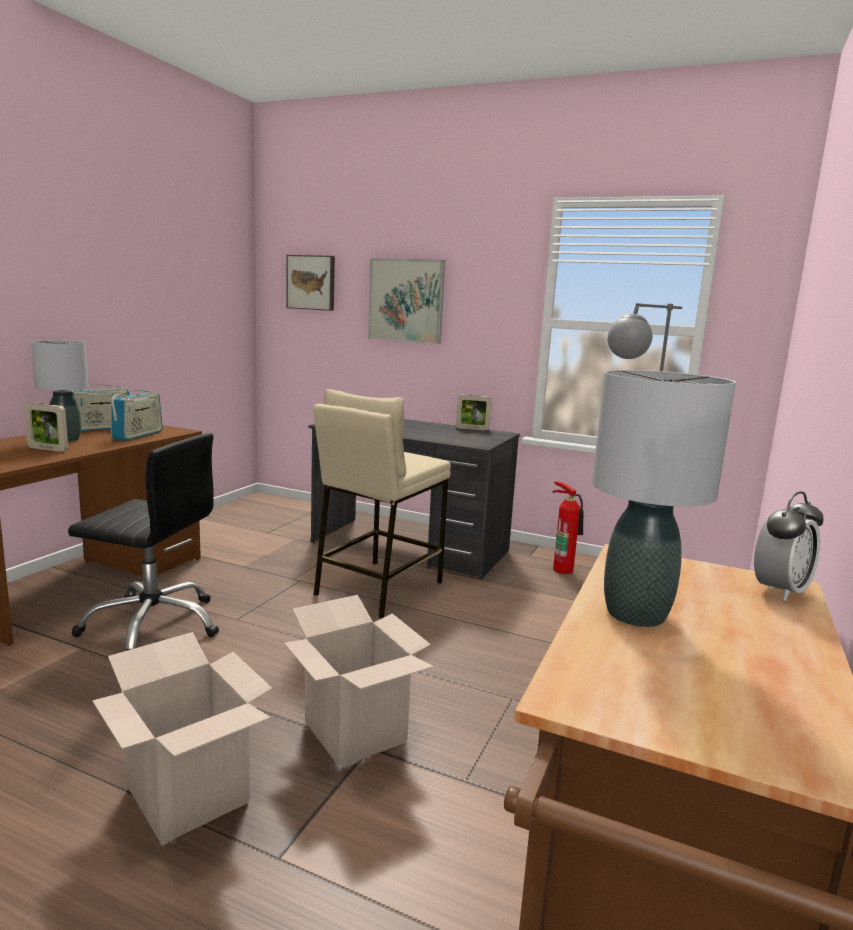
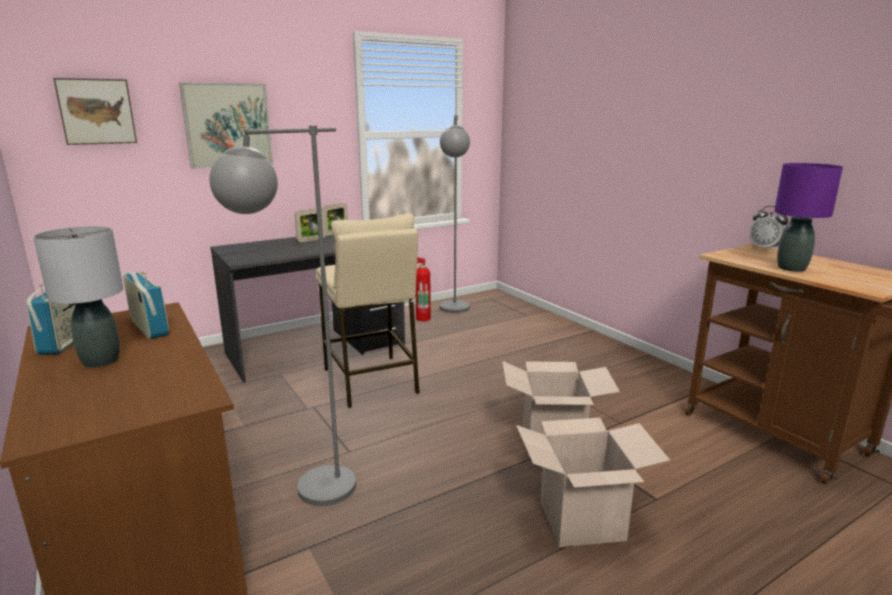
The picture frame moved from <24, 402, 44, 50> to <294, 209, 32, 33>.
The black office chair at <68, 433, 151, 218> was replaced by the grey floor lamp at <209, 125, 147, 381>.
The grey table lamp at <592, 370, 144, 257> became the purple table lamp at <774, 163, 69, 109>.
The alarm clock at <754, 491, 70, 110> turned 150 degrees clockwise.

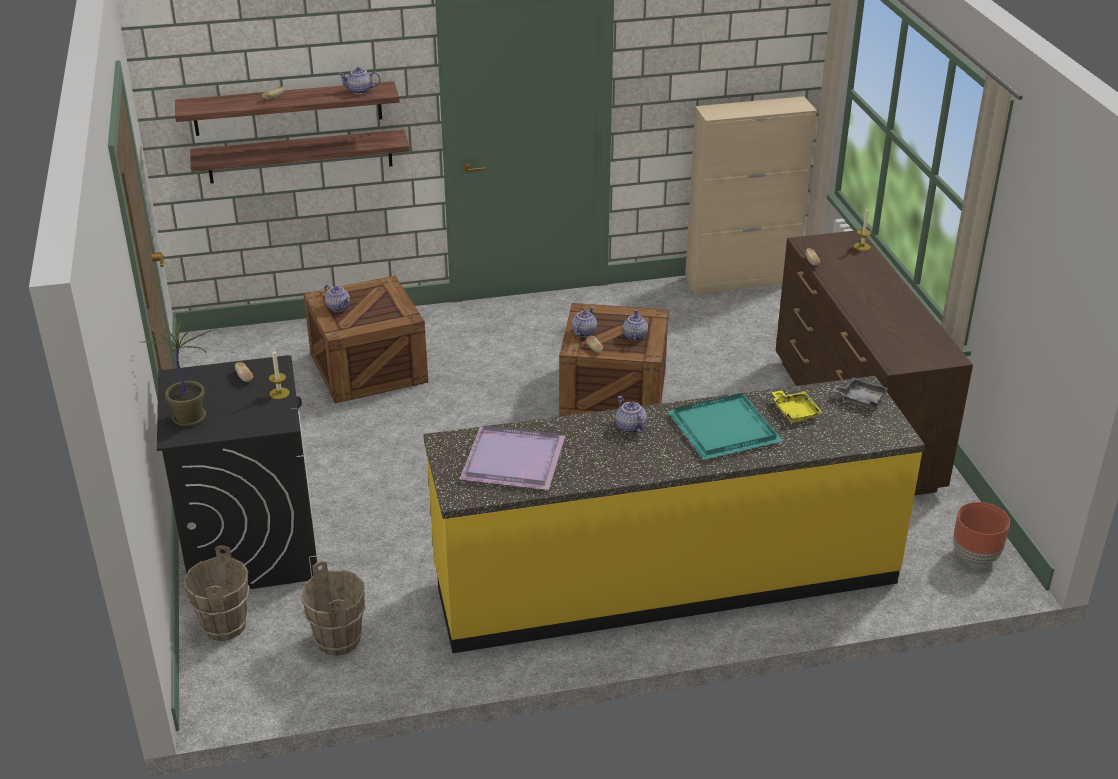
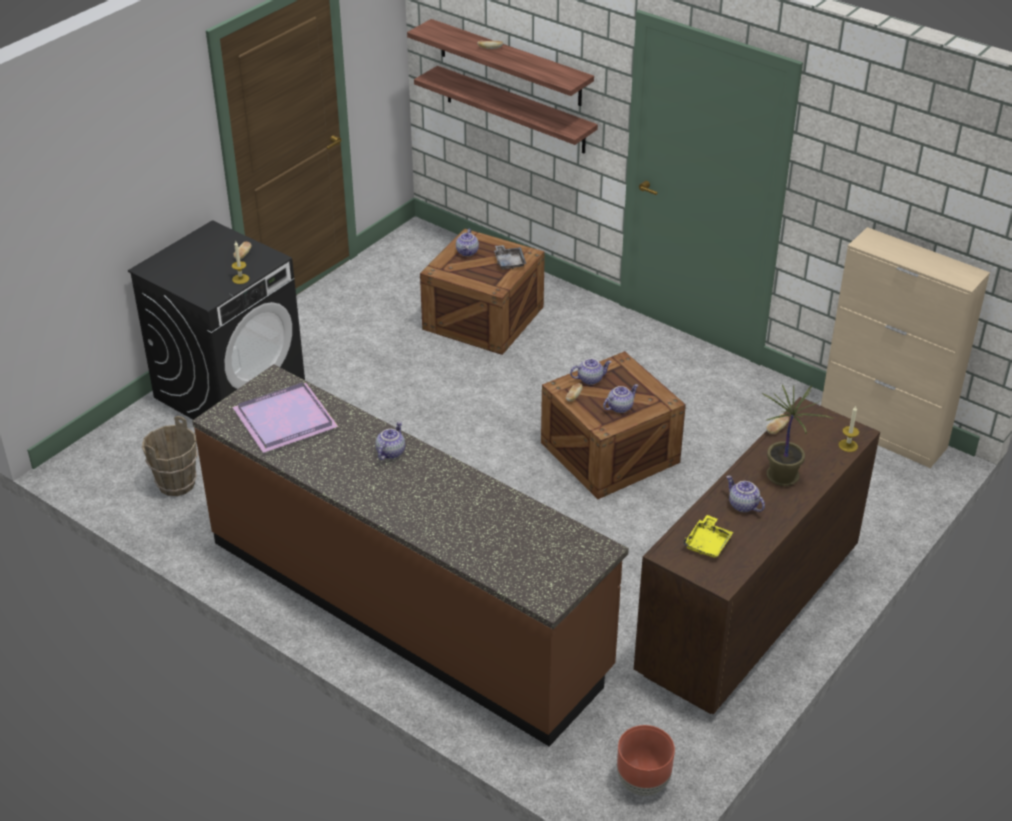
The potted plant moved from <139, 315, 79, 112> to <762, 384, 72, 102>.
The brown bucket at <184, 545, 66, 96> disappeared.
The teapot moved from <338, 67, 42, 27> to <726, 475, 39, 37>.
The yellow counter at <424, 376, 501, 277> became the brown counter at <192, 364, 437, 383>.
The turquoise tray at <667, 393, 116, 67> disappeared.
The yellow tray moved from <771, 390, 52, 33> to <683, 515, 50, 43>.
The grey tray moved from <832, 377, 56, 32> to <494, 245, 32, 25>.

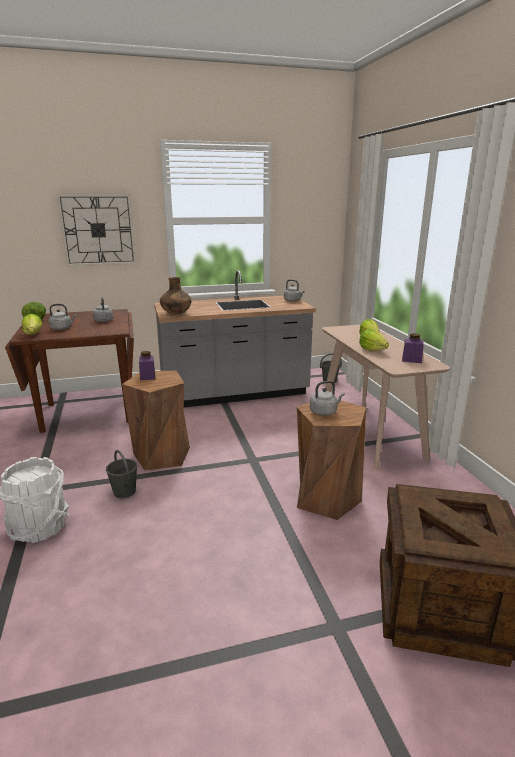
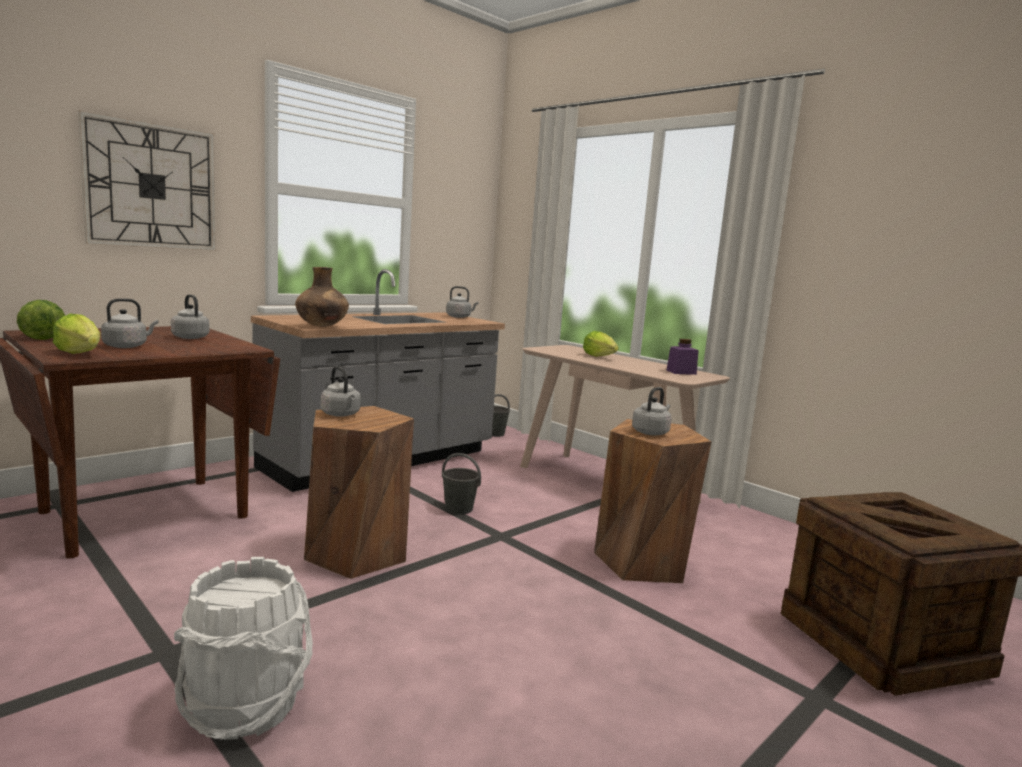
The grey bucket moved from <106, 450, 32, 48> to <442, 453, 39, 61>.
The purple jar at <139, 351, 16, 29> was replaced by the grey kettle at <321, 366, 40, 51>.
The lettuce at <359, 329, 30, 22> disappeared.

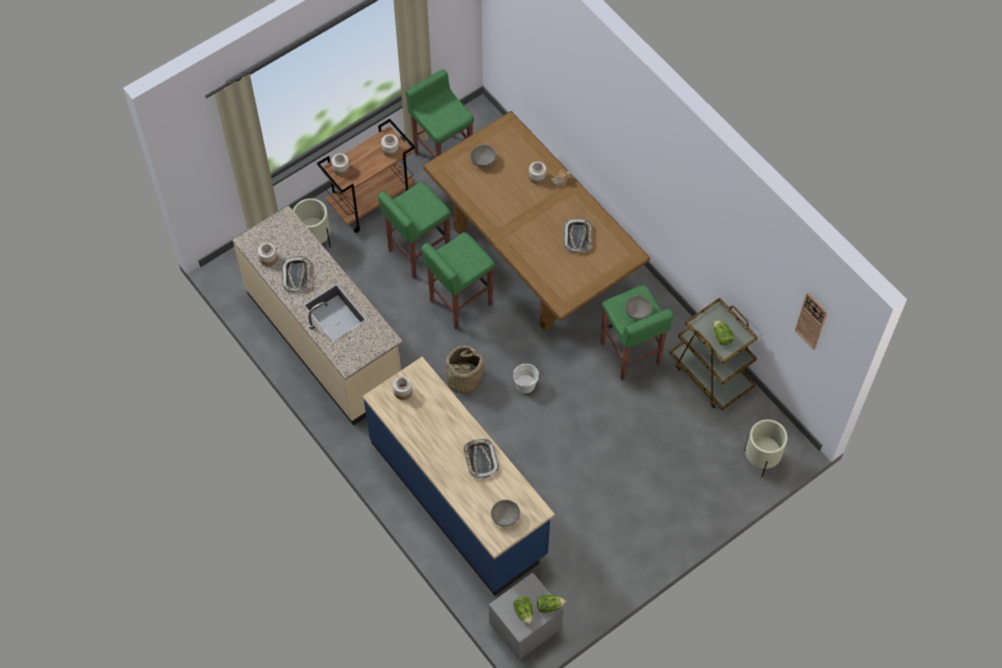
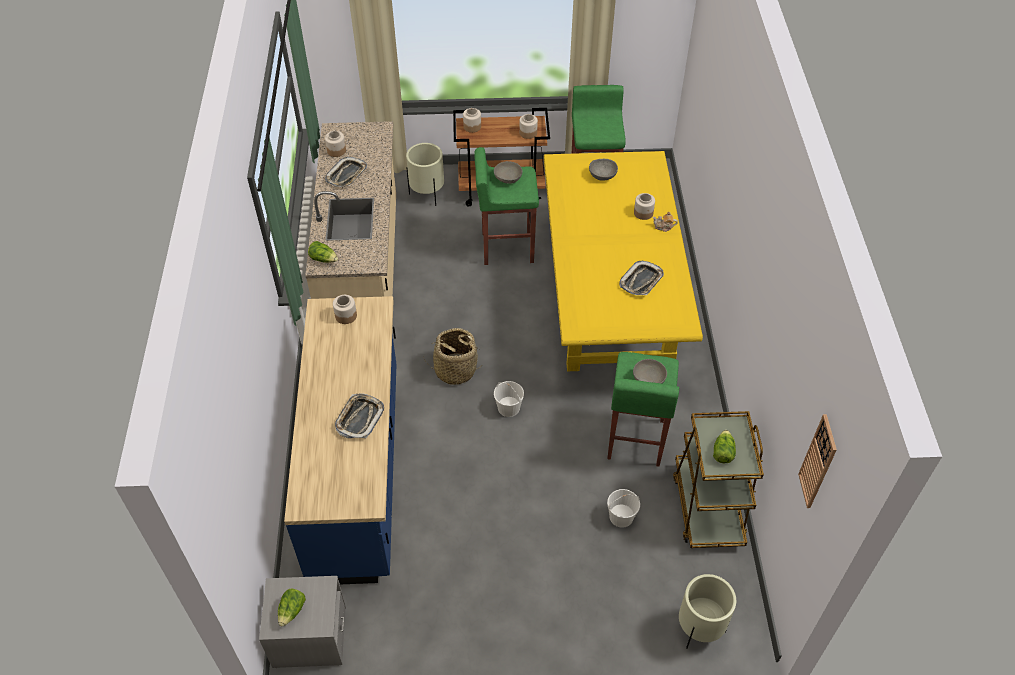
The green stool at <421, 232, 74, 97> disappeared.
The brown dining table at <423, 111, 227, 220> became the yellow dining table at <544, 151, 159, 220>.
The grey bowl moved from <491, 500, 29, 26> to <494, 161, 29, 23>.
The lettuce moved from <537, 595, 29, 18> to <308, 241, 30, 22>.
The white bucket at <607, 489, 33, 39> appeared.

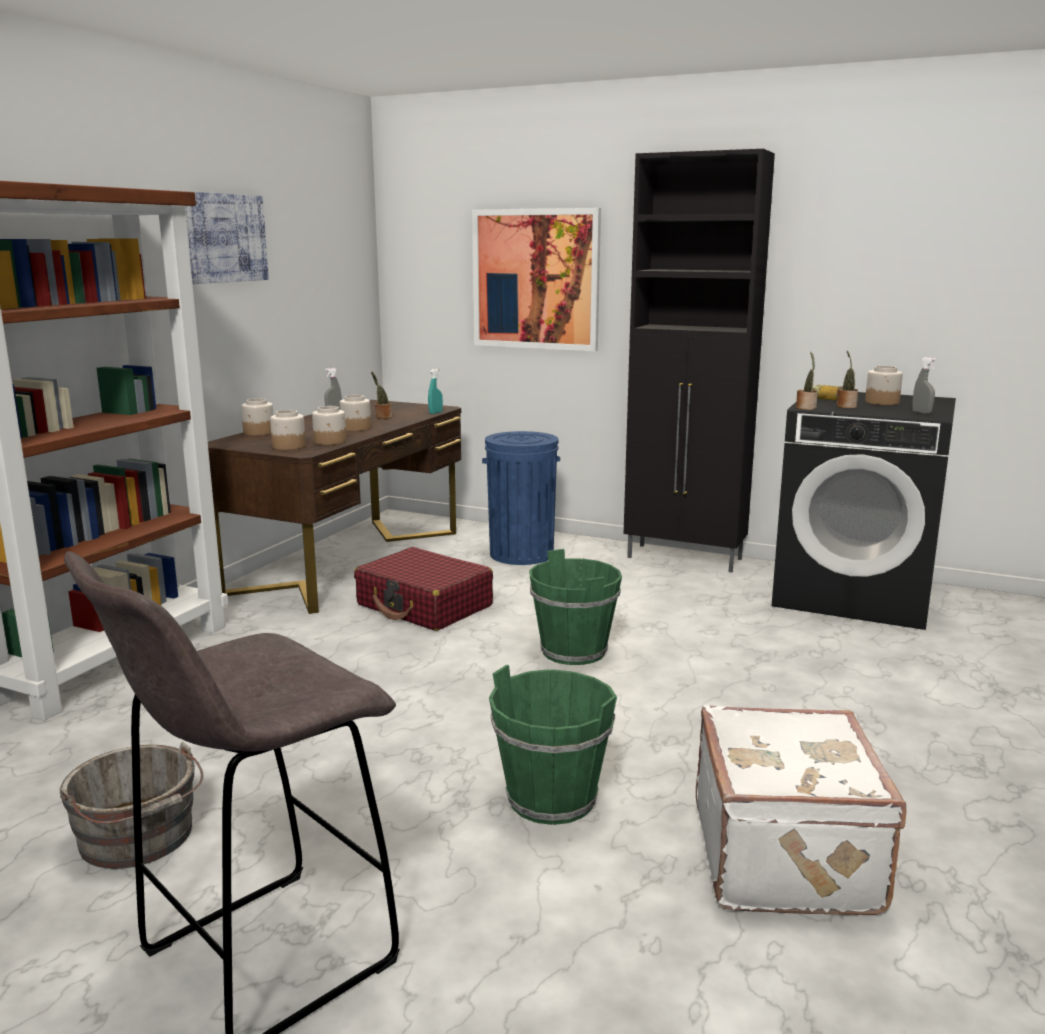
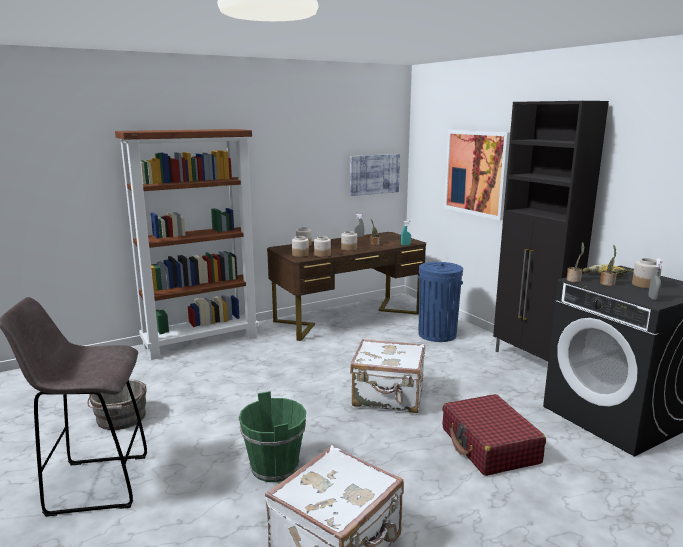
The picture moved from <184, 191, 85, 93> to <350, 154, 50, 42>.
The red suitcase moved from <354, 547, 139, 84> to <443, 394, 103, 82>.
The green bucket at <529, 549, 93, 116> was replaced by the white suitcase at <350, 339, 75, 74>.

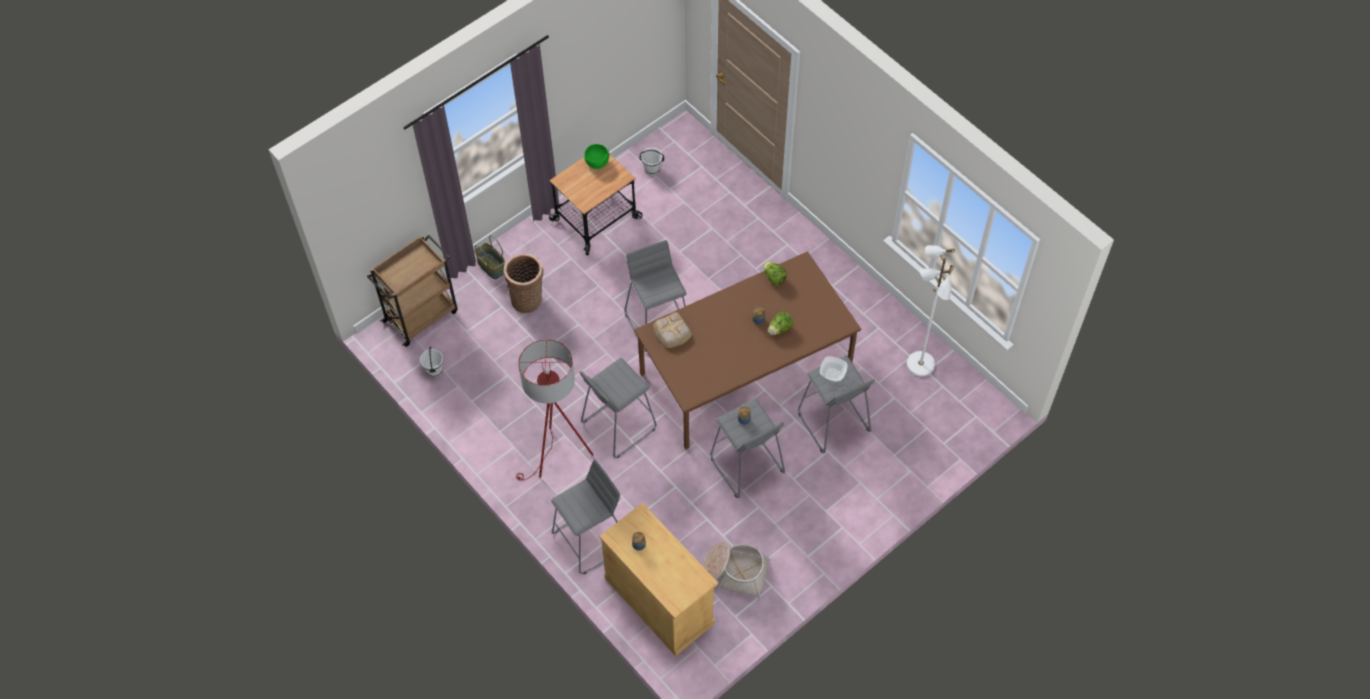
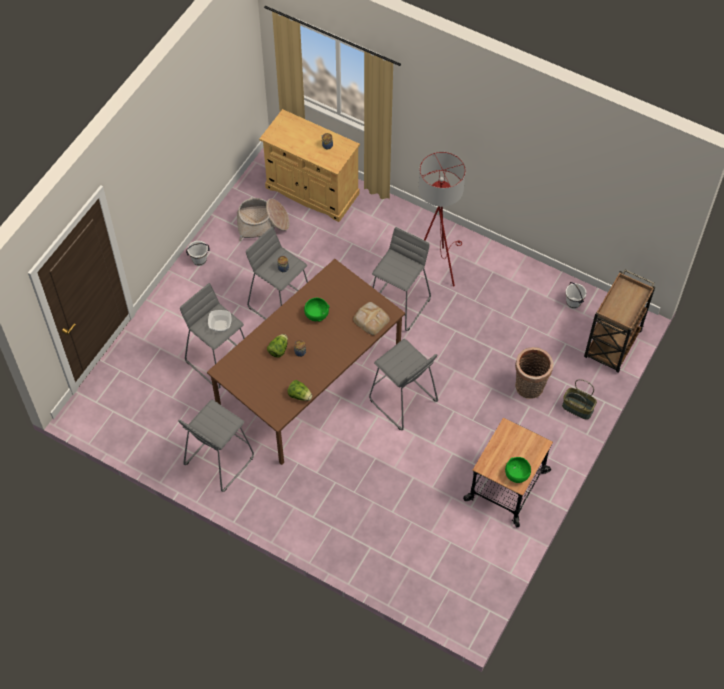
The grey stool moved from <551, 459, 69, 115> to <178, 400, 76, 92>.
The white bucket moved from <640, 148, 24, 27> to <186, 241, 24, 25>.
The white floor lamp at <907, 245, 48, 132> disappeared.
The green bowl at <304, 298, 26, 23> appeared.

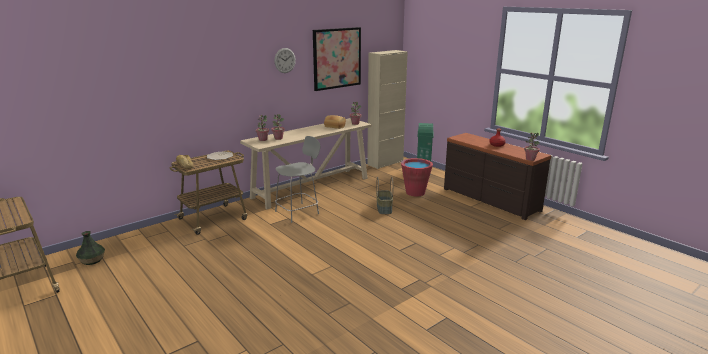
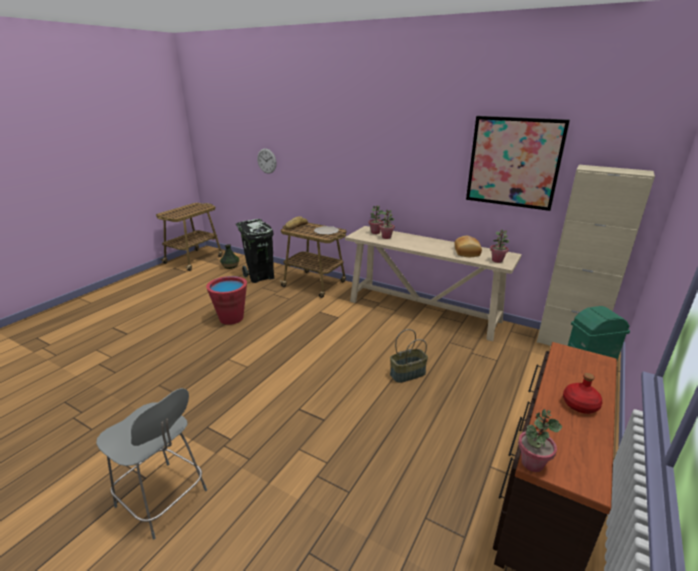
The wall clock moved from <274, 48, 22, 25> to <257, 148, 20, 26>.
The grey chair moved from <275, 136, 45, 87> to <96, 388, 111, 152>.
The red bucket moved from <401, 158, 32, 38> to <206, 276, 41, 49>.
The black trash can at <236, 219, 38, 64> appeared.

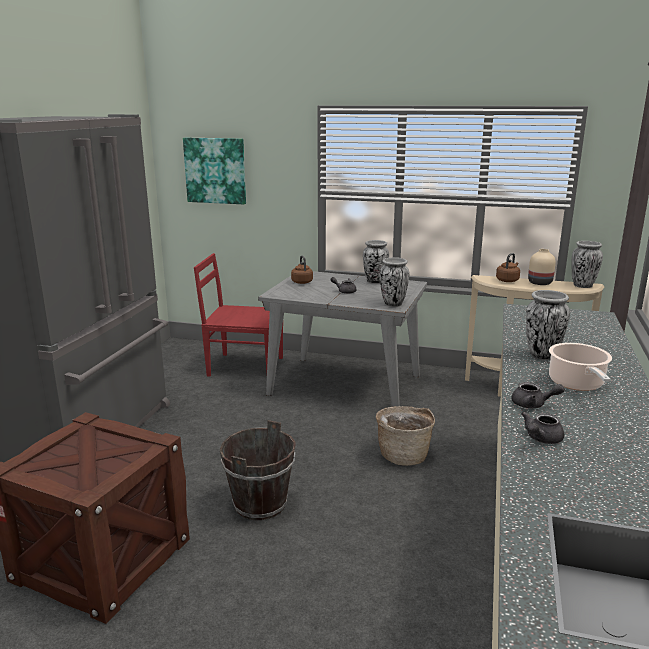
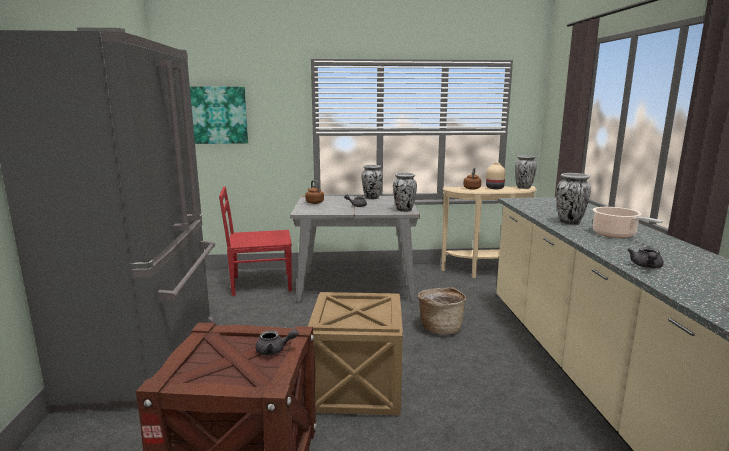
The brown bucket at <220, 420, 76, 100> was replaced by the crate at <308, 292, 95, 123>.
The grey teapot moved from <512, 382, 53, 26> to <256, 329, 42, 26>.

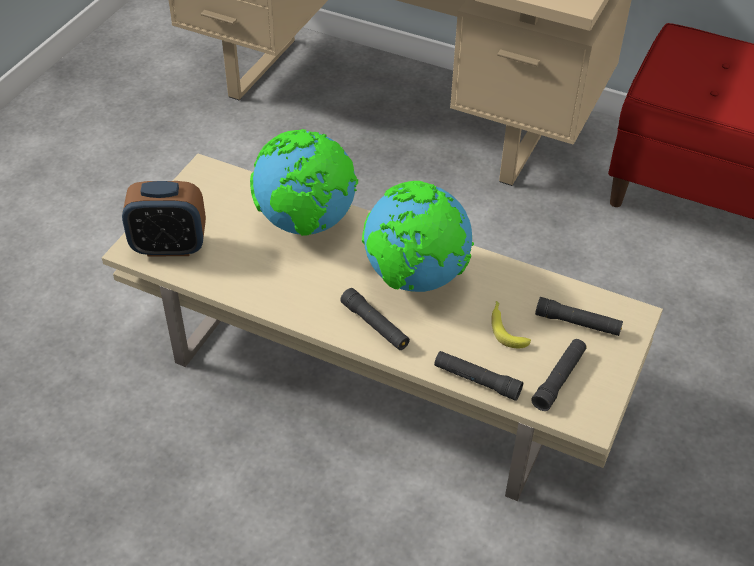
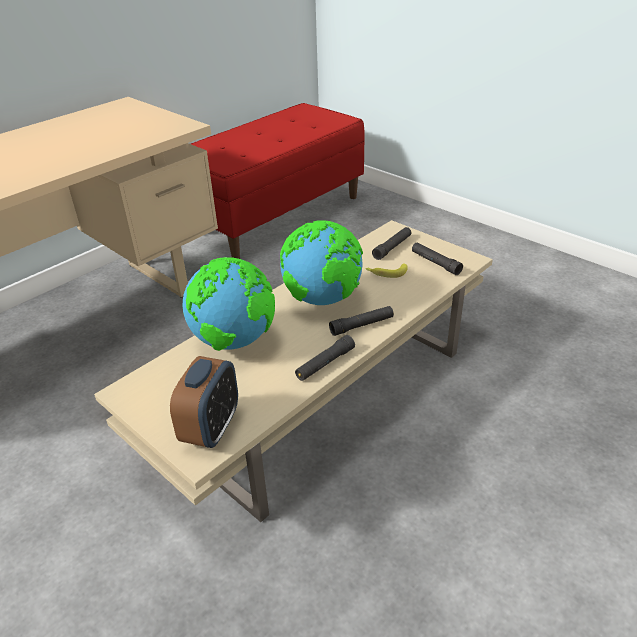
The black flashlight moved from <434, 351, 89, 50> to <295, 335, 60, 46>.

